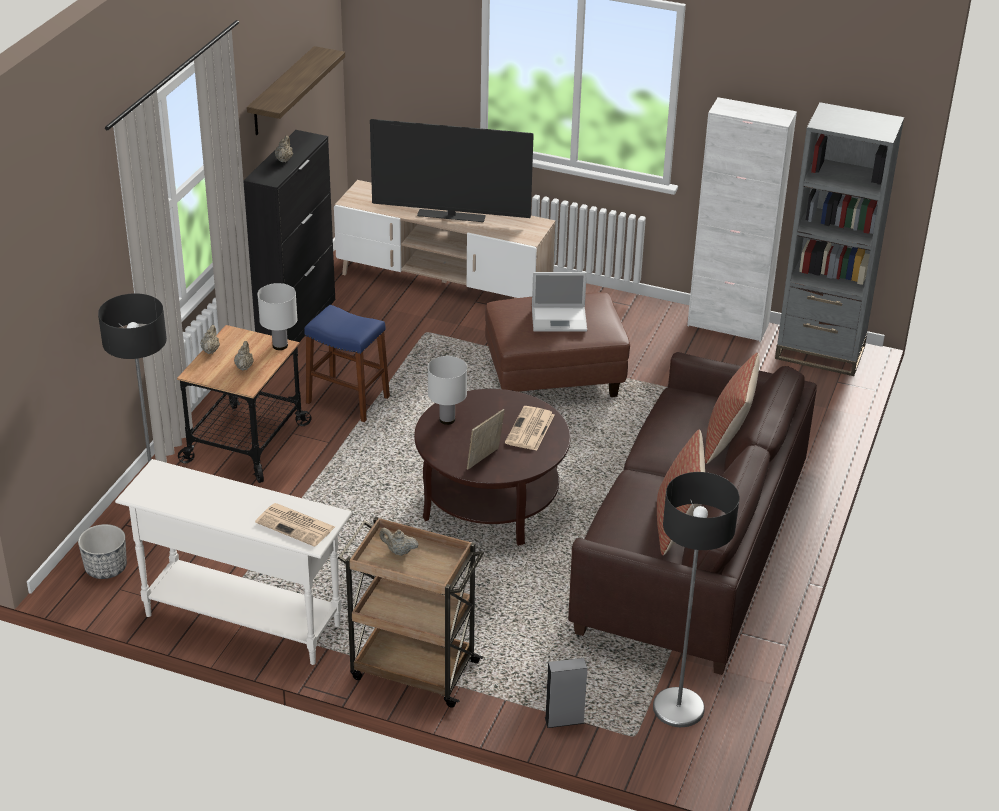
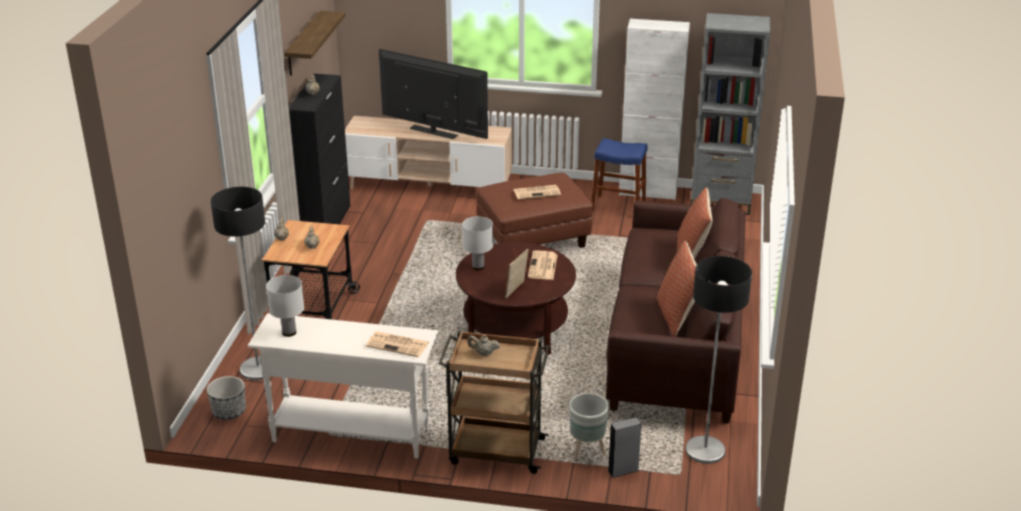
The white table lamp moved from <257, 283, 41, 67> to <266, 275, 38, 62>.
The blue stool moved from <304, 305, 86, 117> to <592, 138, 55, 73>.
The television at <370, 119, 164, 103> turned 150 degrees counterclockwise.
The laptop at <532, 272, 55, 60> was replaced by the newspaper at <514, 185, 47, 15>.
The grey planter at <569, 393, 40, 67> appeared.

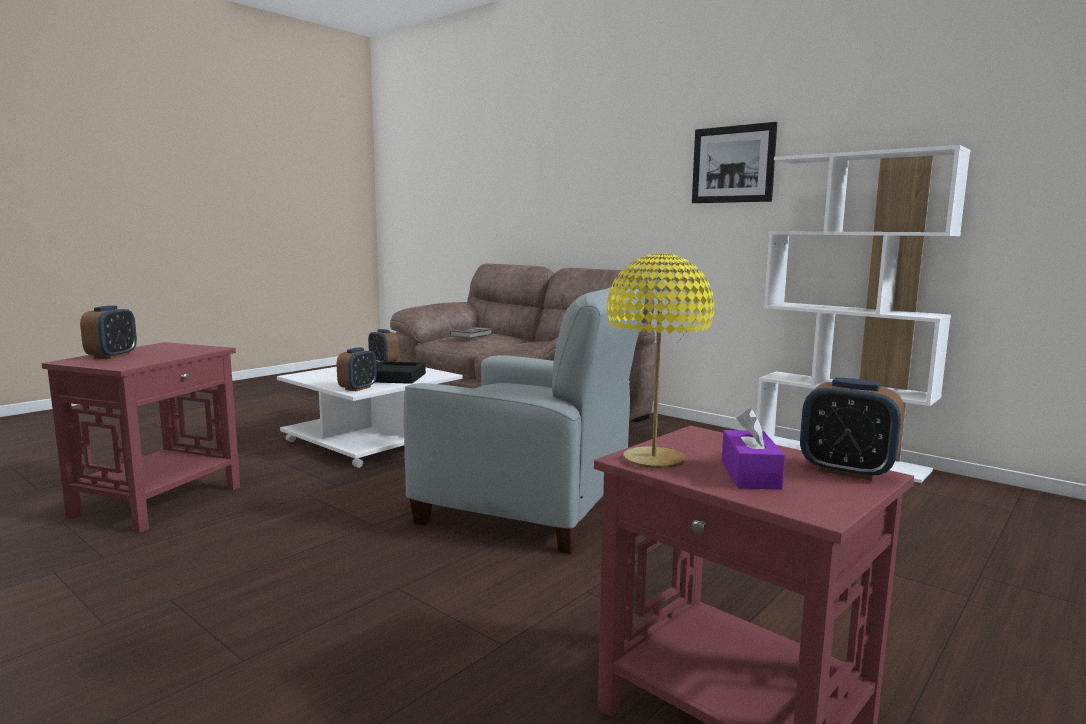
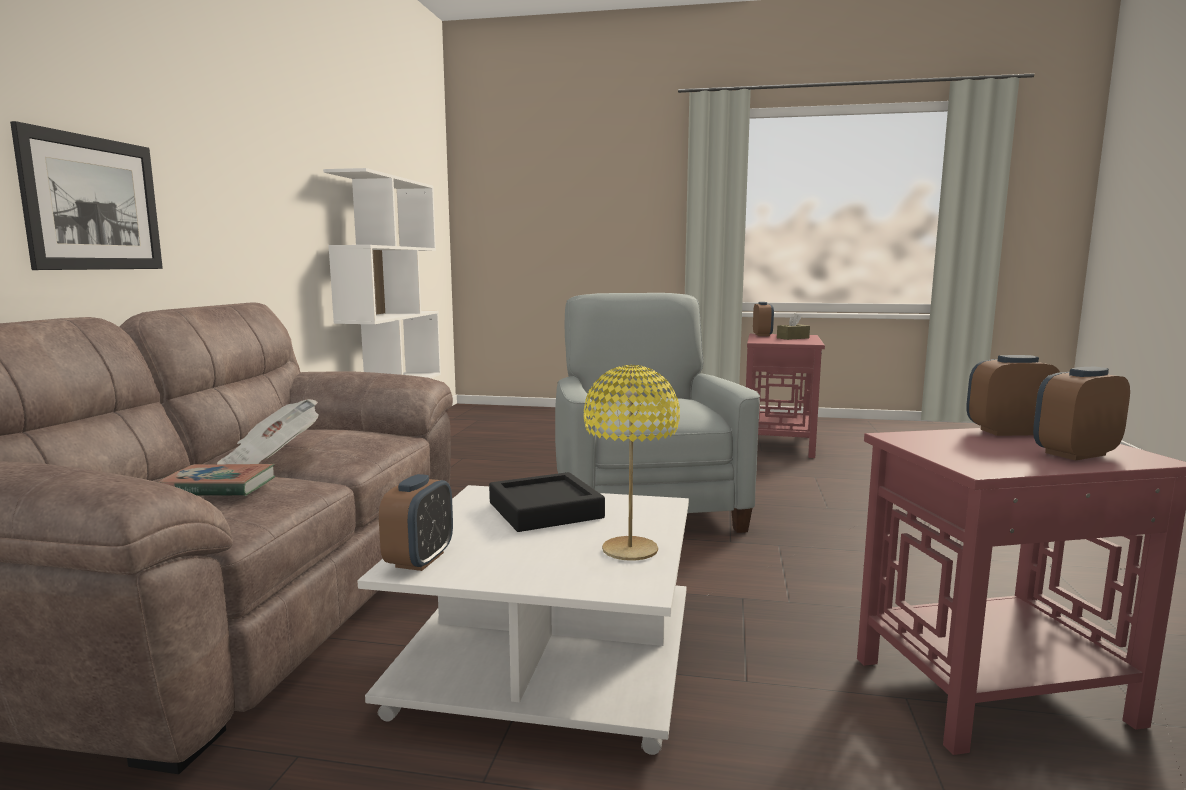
The alarm clock moved from <337, 347, 40, 44> to <966, 355, 94, 81>.
The yellow table lamp moved from <607, 253, 107, 216> to <584, 365, 96, 196>.
The picture moved from <692, 122, 85, 81> to <10, 121, 153, 149>.
The purple tissue box at <722, 408, 63, 82> became the brown tissue box at <777, 313, 33, 27>.
The newspaper at <217, 399, 102, 65> appeared.

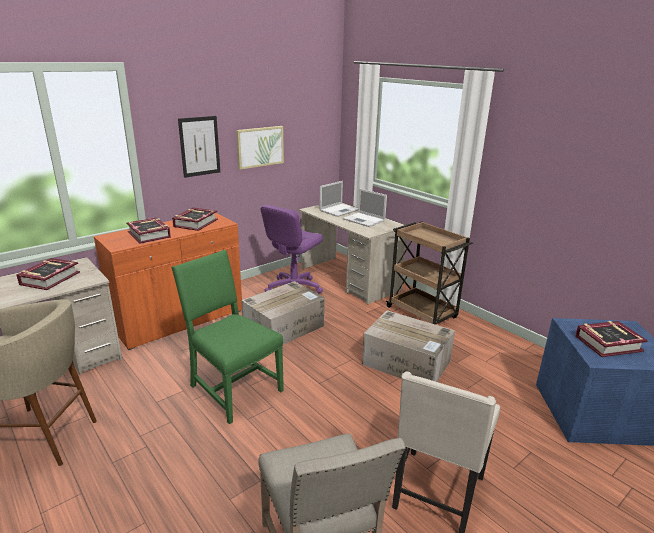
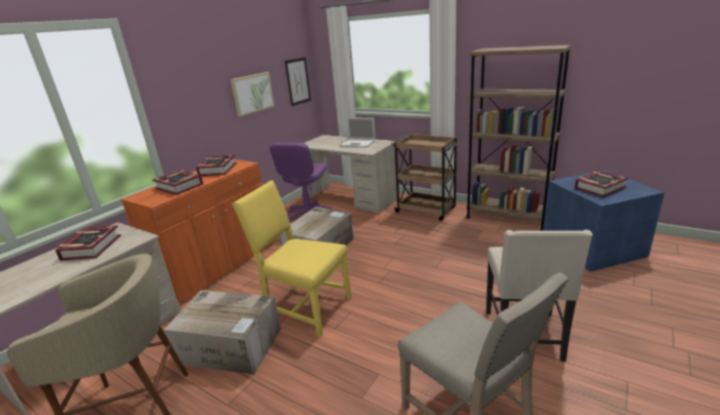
The green chair at <172, 250, 112, 174> became the yellow chair at <232, 180, 120, 157>.
The picture moved from <178, 116, 42, 62> to <285, 57, 26, 49>.
The laptop at <319, 181, 39, 36> disappeared.
The cardboard box moved from <362, 310, 93, 72> to <163, 290, 118, 85>.
The brown bookcase at <466, 45, 106, 186> appeared.

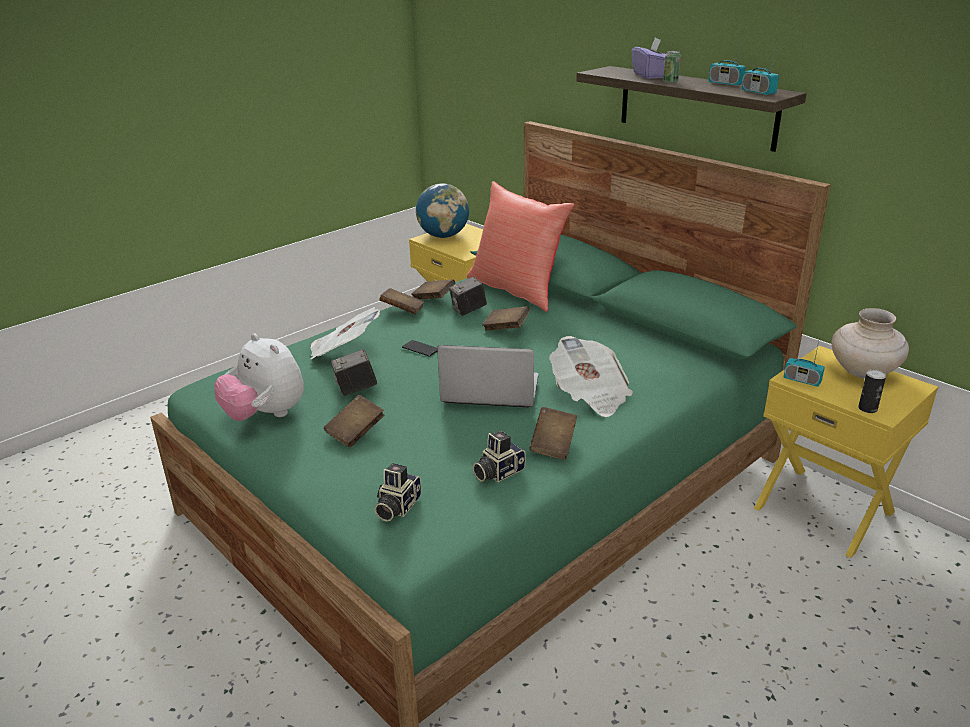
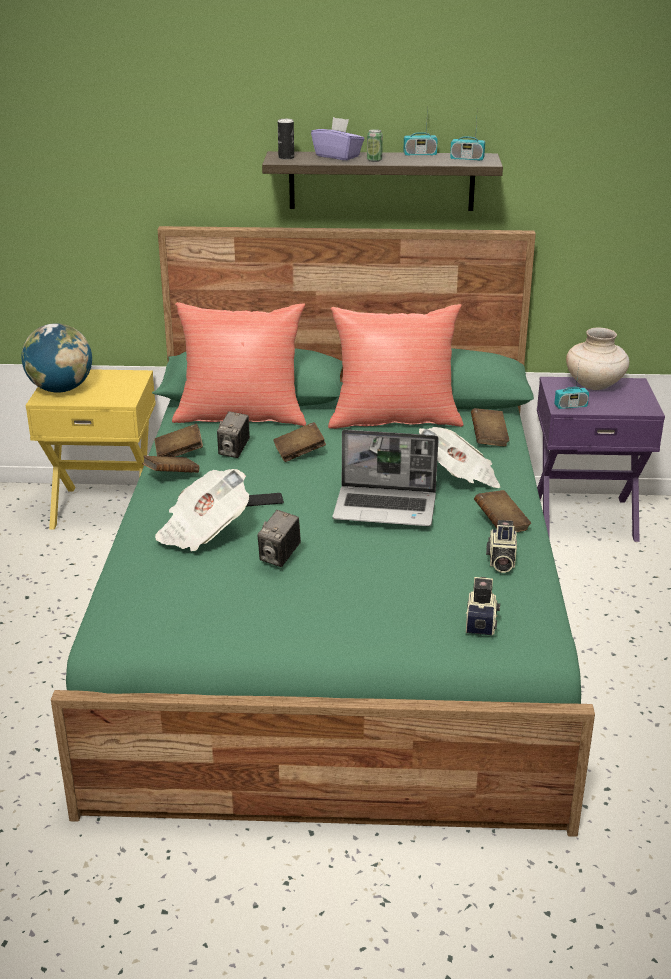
The plush toy at <214, 333, 90, 88> disappeared.
The brown book moved from <324, 395, 60, 52> to <471, 408, 38, 38>.
The photo camera at <374, 463, 47, 58> turned 150 degrees counterclockwise.
The laptop at <437, 345, 101, 63> turned 135 degrees counterclockwise.
The yellow nightstand at <754, 346, 184, 212> became the purple nightstand at <537, 377, 128, 165>.
The can moved from <858, 369, 28, 44> to <278, 119, 16, 41>.
The red pillow at <328, 304, 135, 125> appeared.

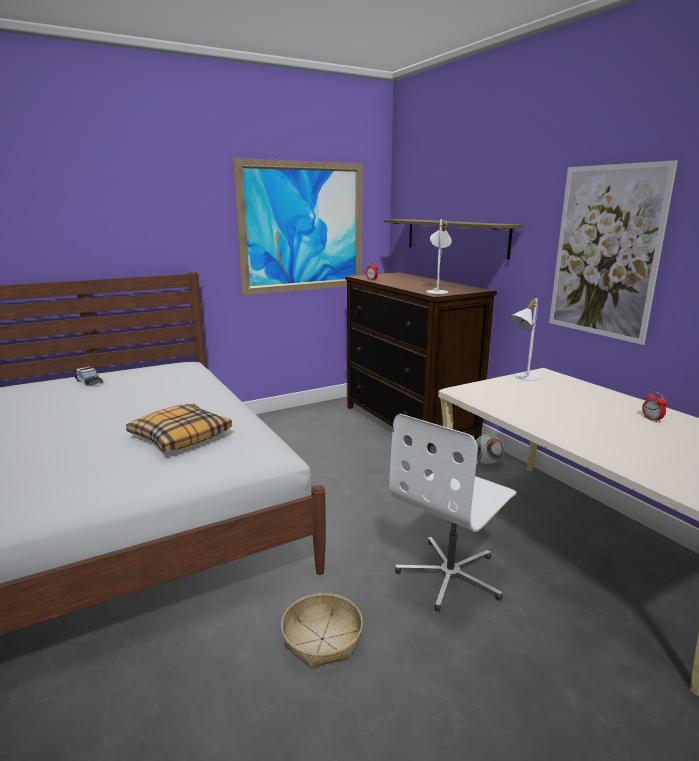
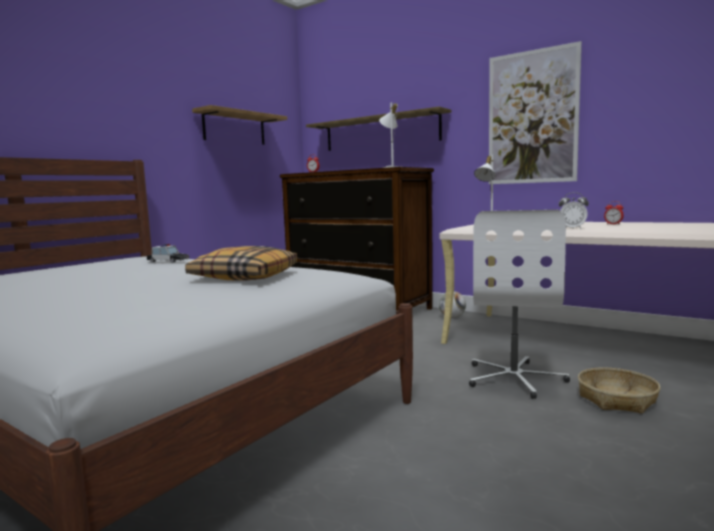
The toy car moved from <75, 367, 28, 19> to <147, 244, 43, 18>.
The picture at <233, 158, 130, 137> was replaced by the shelf at <192, 105, 95, 40>.
The basket moved from <281, 593, 82, 76> to <578, 368, 83, 46>.
The alarm clock at <559, 192, 30, 37> appeared.

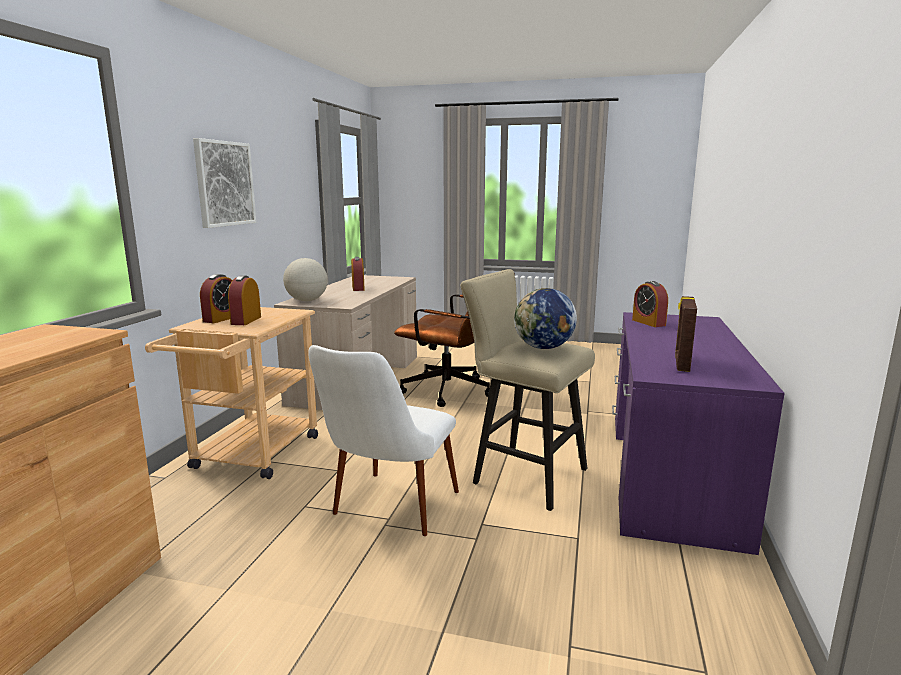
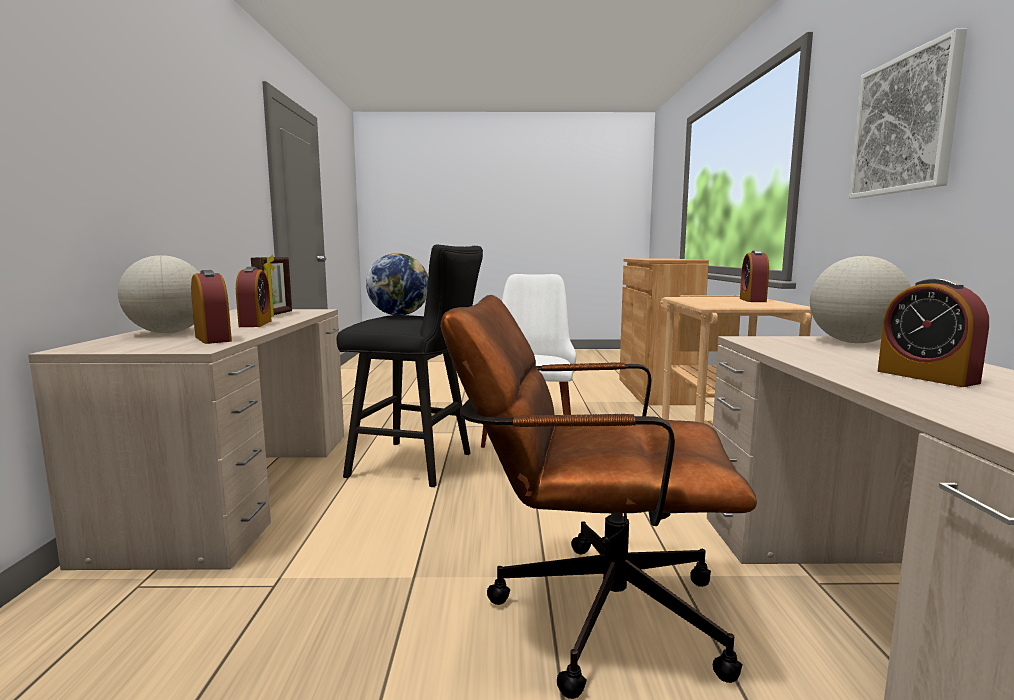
The alarm clock moved from <228, 275, 33, 50> to <236, 267, 36, 60>.
The beige stool at <460, 269, 135, 242> became the black stool at <337, 245, 146, 242>.
The purple desk at <612, 312, 173, 243> became the beige desk at <28, 309, 316, 261>.
The globe at <118, 255, 81, 78> appeared.

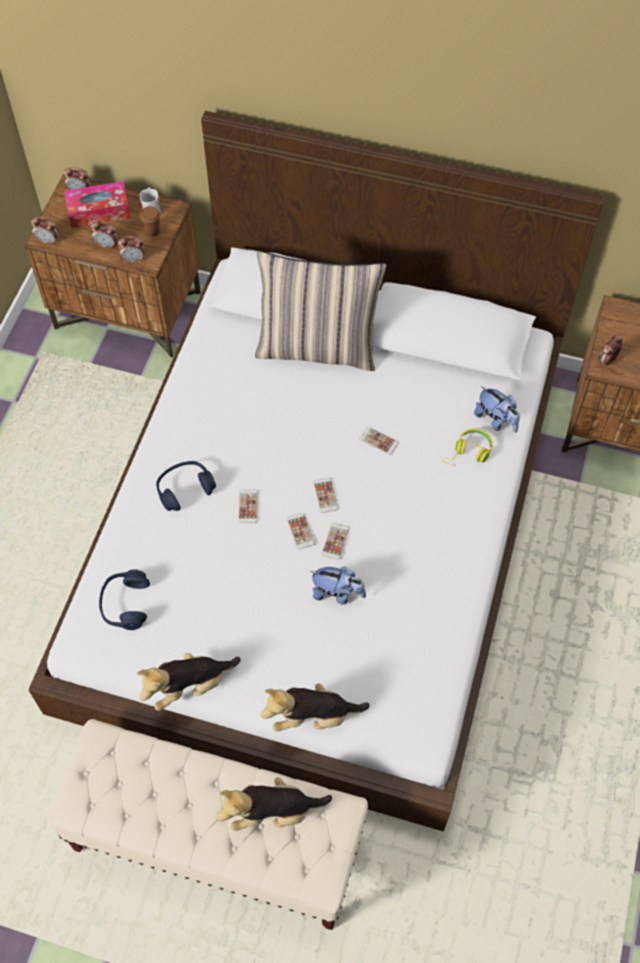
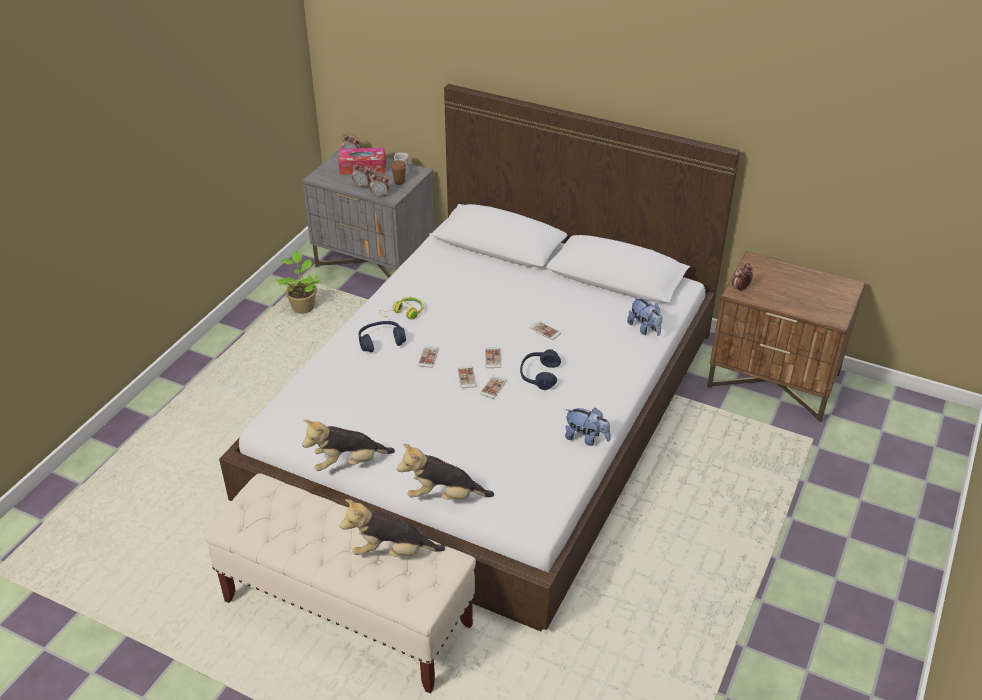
The brown nightstand at <25, 175, 176, 183> became the grey nightstand at <302, 148, 133, 130>.
The alarm clock at <31, 217, 27, 28> disappeared.
The blue headphones moved from <99, 569, 51, 61> to <520, 349, 41, 41>.
The pillow at <255, 251, 131, 120> disappeared.
The plush toy moved from <310, 567, 56, 38> to <565, 408, 46, 38>.
The yellow headphones moved from <442, 428, 51, 38> to <379, 297, 45, 22>.
The potted plant at <275, 250, 45, 64> appeared.

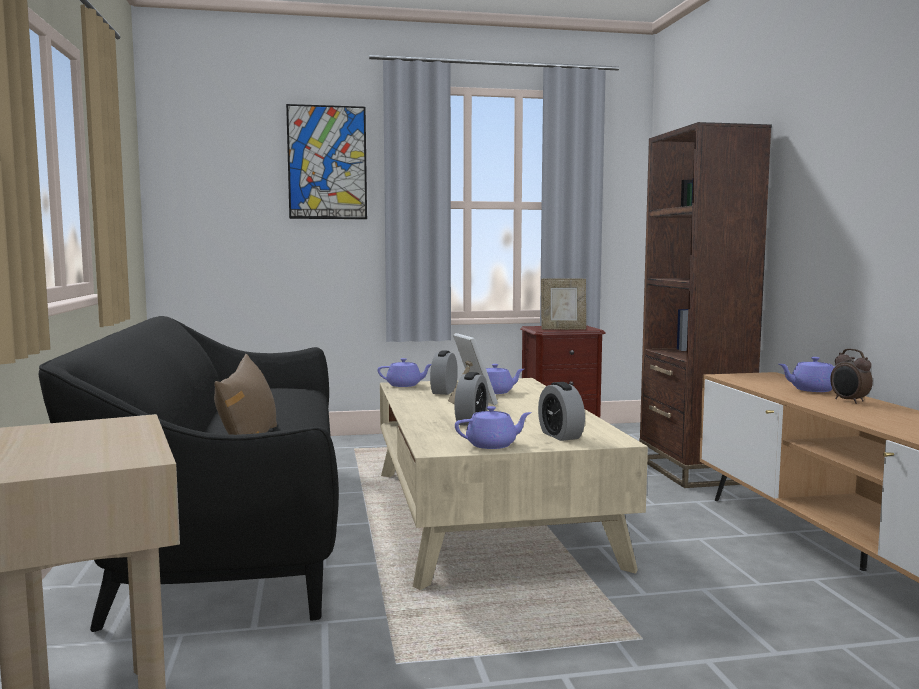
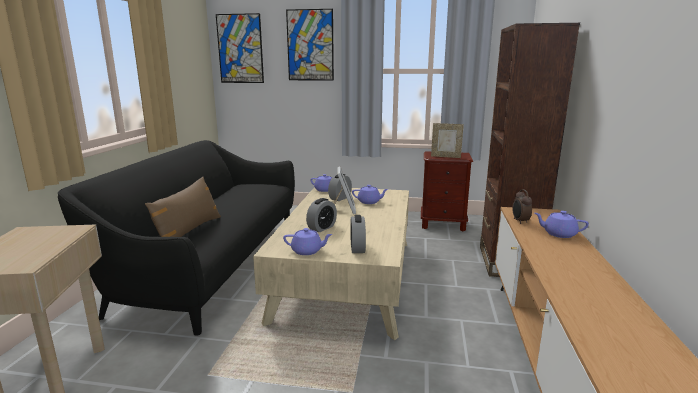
The alarm clock moved from <830, 349, 43, 55> to <512, 189, 20, 35>.
The picture at <216, 13, 48, 70> appeared.

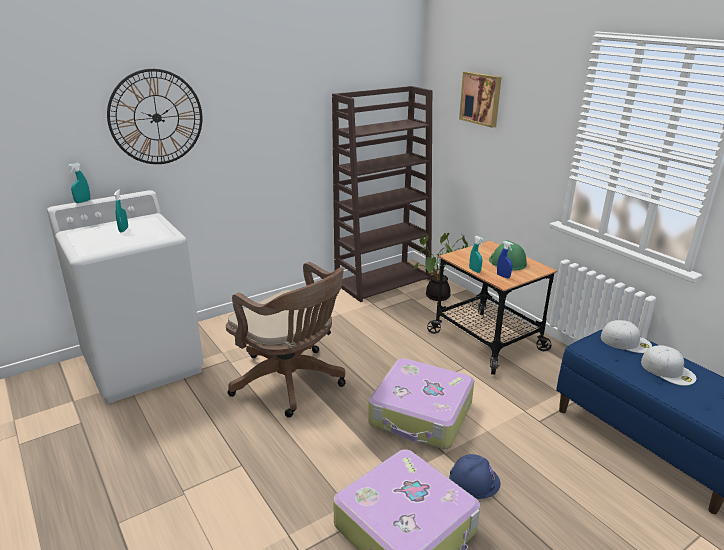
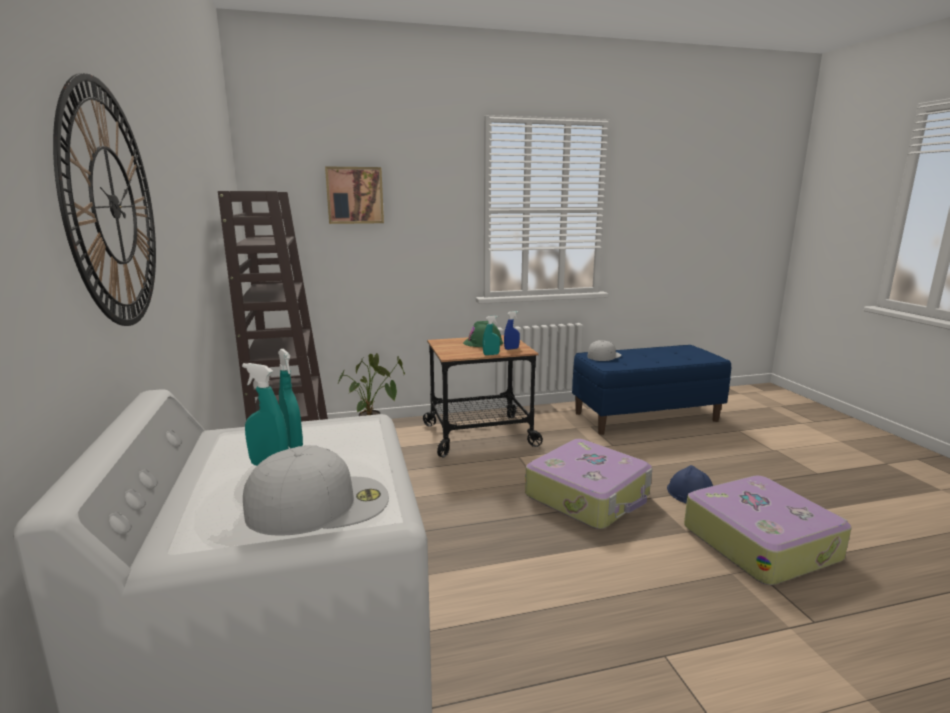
The turquoise spray bottle moved from <68, 163, 22, 40> to <278, 349, 25, 99>.
The brown office chair at <226, 262, 119, 156> disappeared.
The white cap moved from <641, 345, 56, 41> to <243, 445, 146, 91>.

